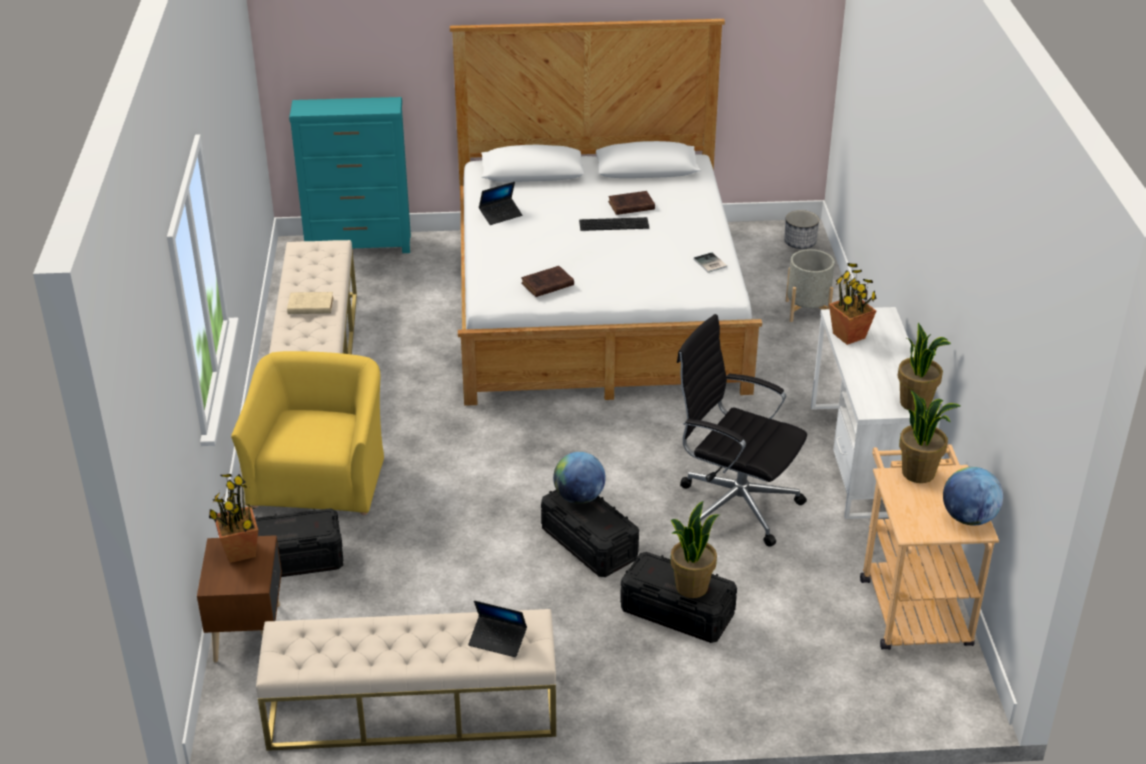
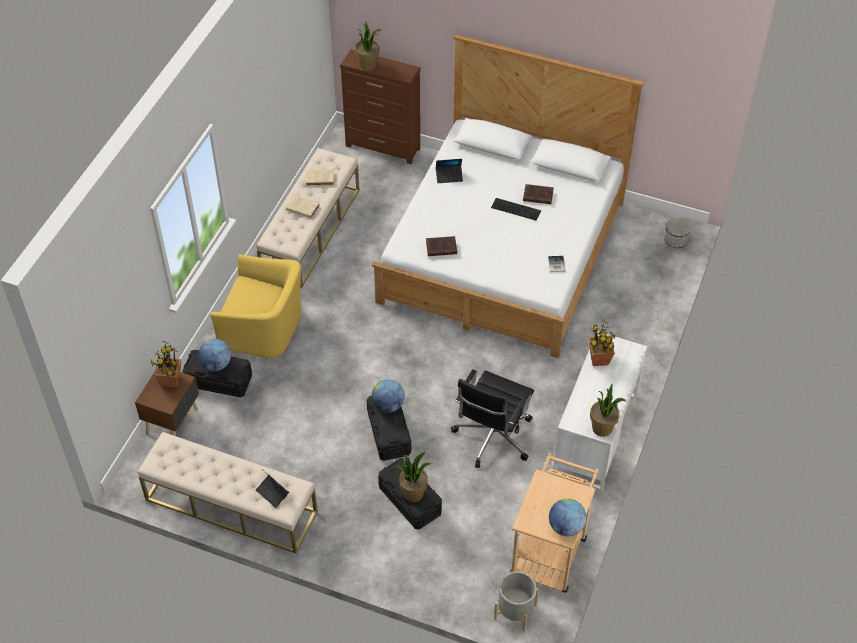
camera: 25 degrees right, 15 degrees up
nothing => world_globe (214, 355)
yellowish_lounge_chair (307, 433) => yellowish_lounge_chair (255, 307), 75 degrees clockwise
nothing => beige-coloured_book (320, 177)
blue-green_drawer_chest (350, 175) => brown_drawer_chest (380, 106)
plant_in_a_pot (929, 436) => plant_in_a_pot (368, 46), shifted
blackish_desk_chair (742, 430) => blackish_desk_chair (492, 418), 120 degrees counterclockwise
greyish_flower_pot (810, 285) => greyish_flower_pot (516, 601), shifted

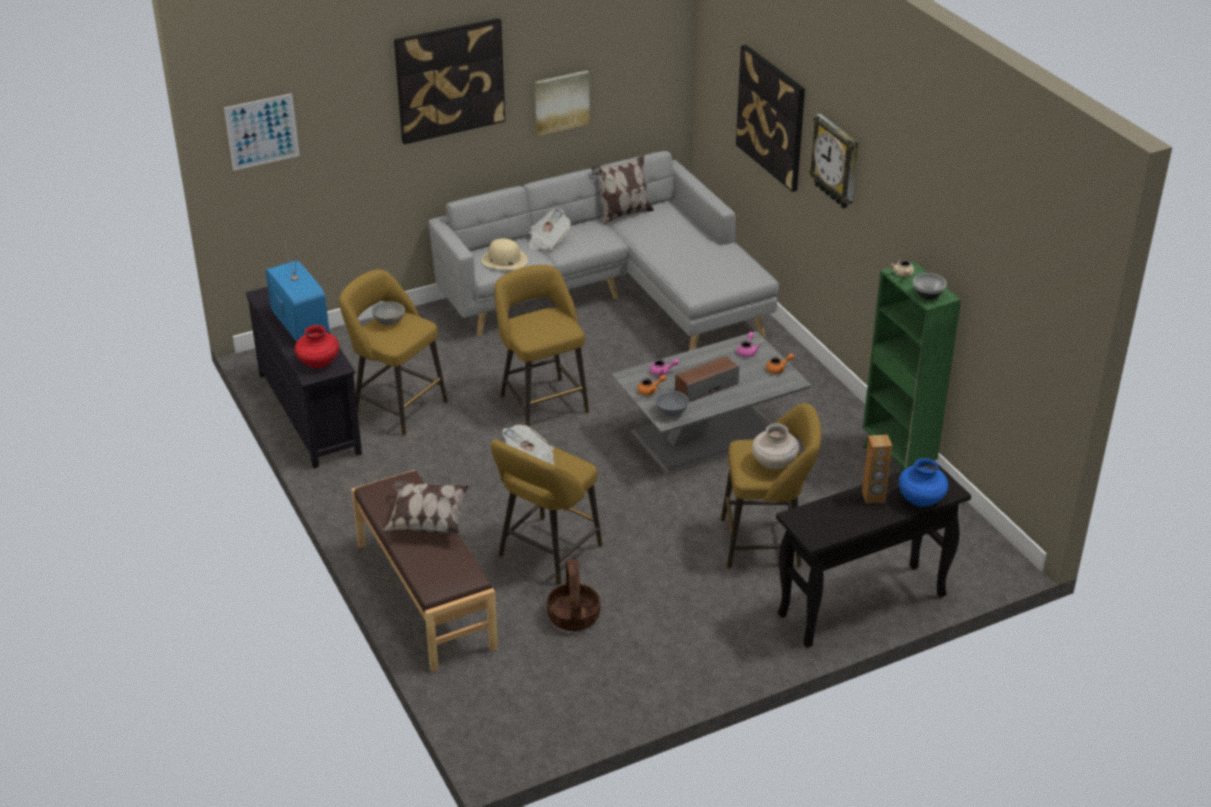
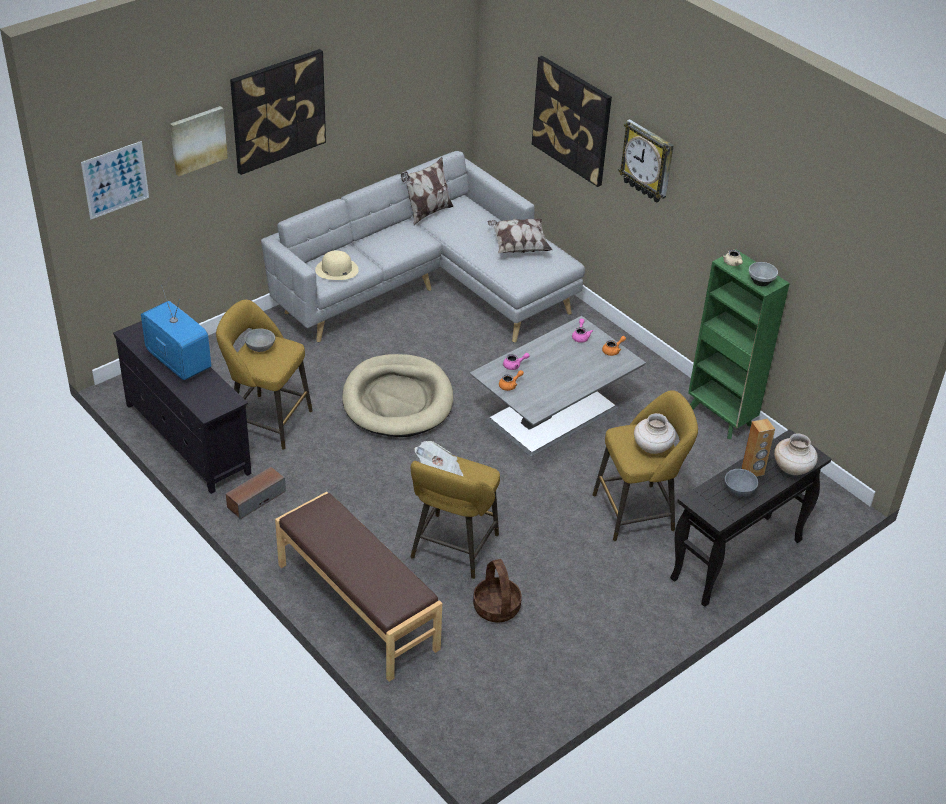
camera: 15 degrees left, 5 degrees up
picture (562, 103) => picture (199, 141), shifted
loudspeaker (707, 379) => loudspeaker (256, 493), shifted
yellowish_sitting_stool (541, 346) => beige-coloured_pet_bed (397, 395)
pillow (426, 507) => pillow (520, 236), shifted
greyish_serving_bowl (672, 403) => greyish_serving_bowl (741, 482), shifted
blue-coloured_flower_vase (923, 482) => beige-coloured_flower_vase (796, 454)
red-coloured_flower_vase (317, 346) => nothing
daily_paper (549, 228) => nothing

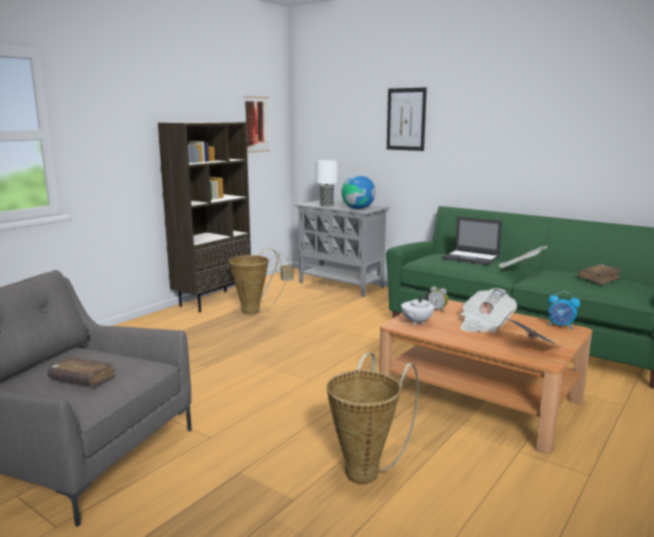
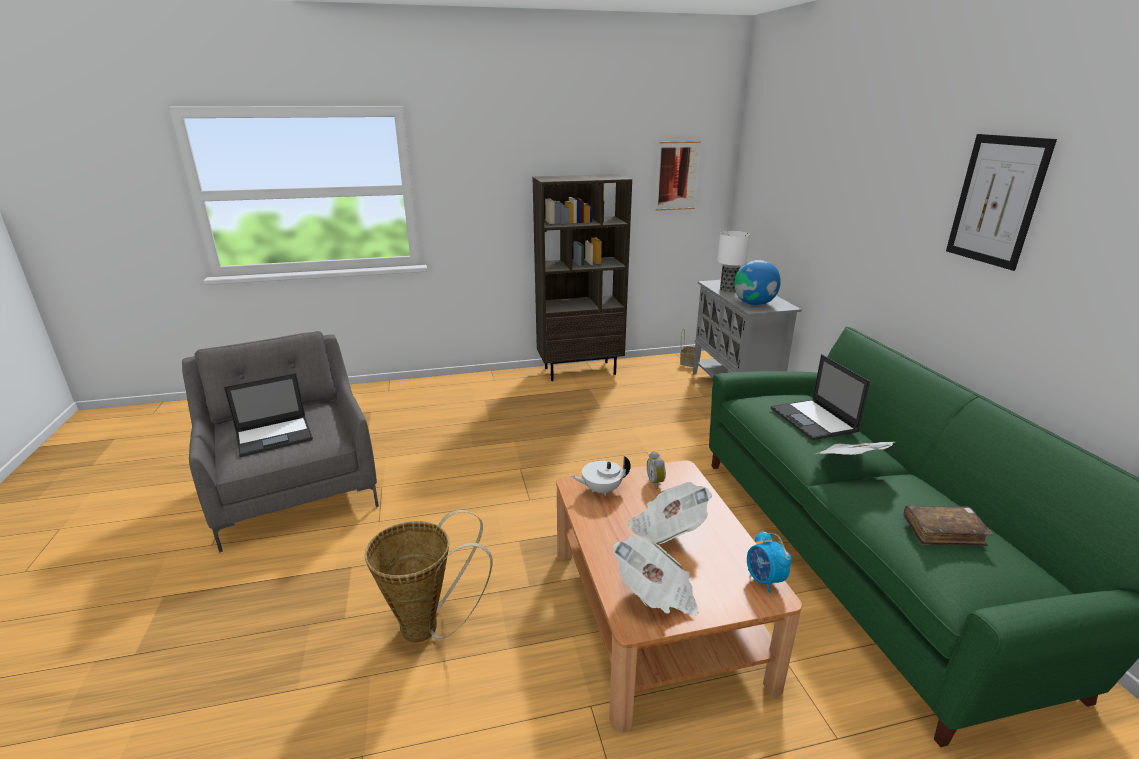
camera: 40 degrees right, 10 degrees up
brown_book (81, 371) => portable_computer (268, 415)
picture (407, 119) => picture (1001, 202), shifted
storage_basket (259, 281) => nothing

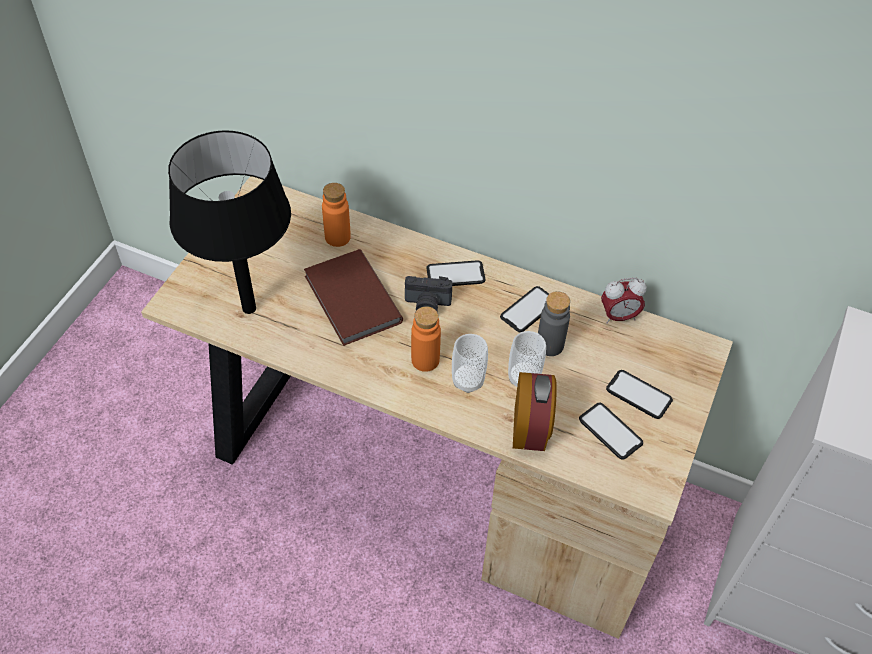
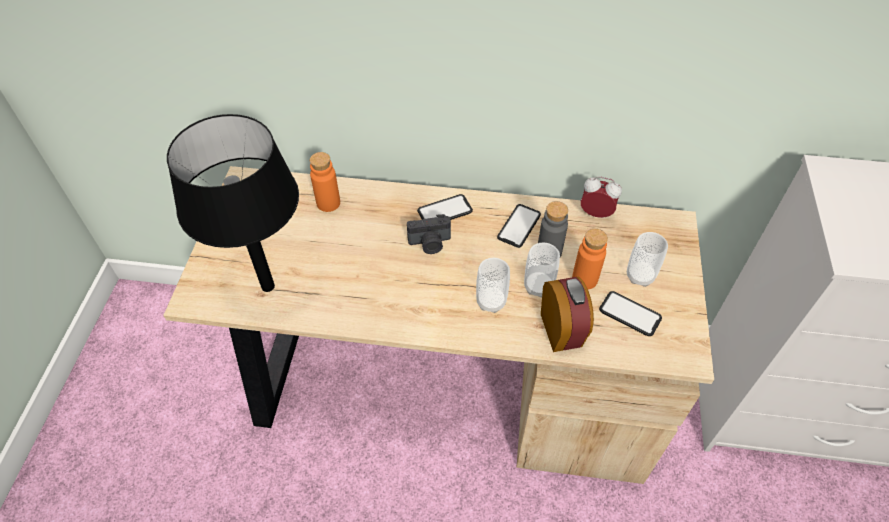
camera: 15 degrees left, 0 degrees up
orange_beverage_bottle (426, 339) => orange_beverage_bottle (590, 259), shifted
alarm_clock (624, 301) => alarm_clock (601, 197), 135 degrees counterclockwise
phone (639, 394) => cup (647, 259)
brown_book (353, 297) => nothing

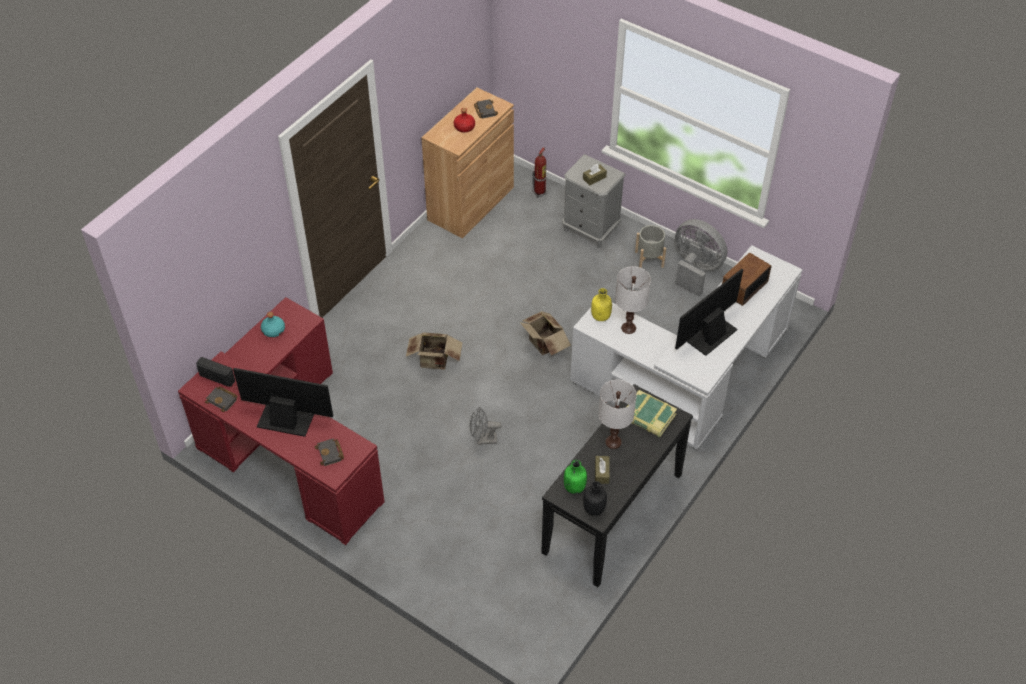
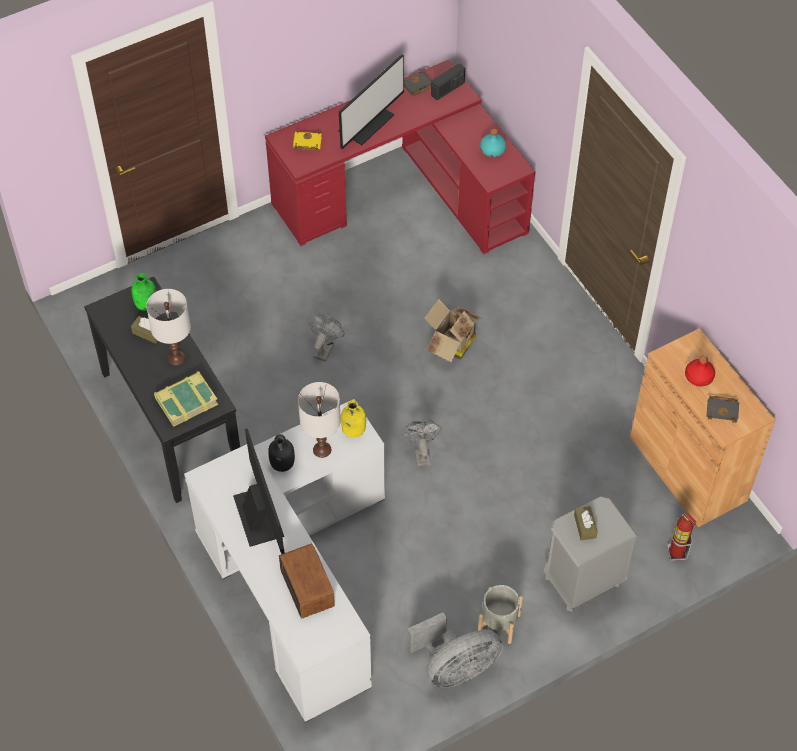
camera: 115 degrees right, 5 degrees up
blackish_beverage_bottle (595, 498) => blackish_beverage_bottle (281, 453), shifted
blackish_book (329, 452) => yellowish_book (307, 141)
cardboard_box (545, 333) => greyish_cooling_fan (421, 442)

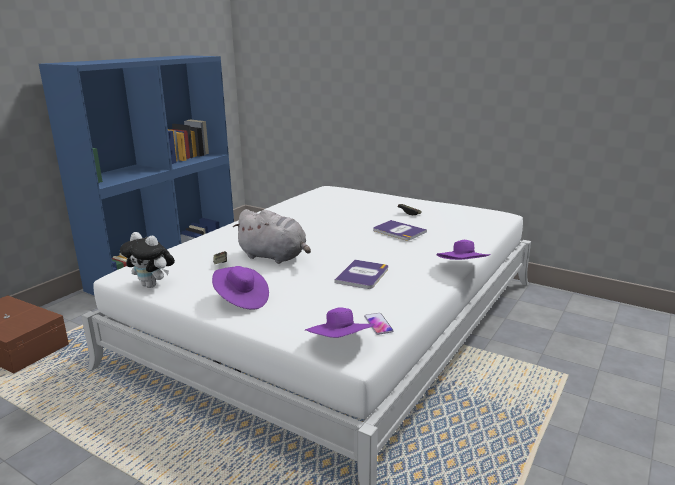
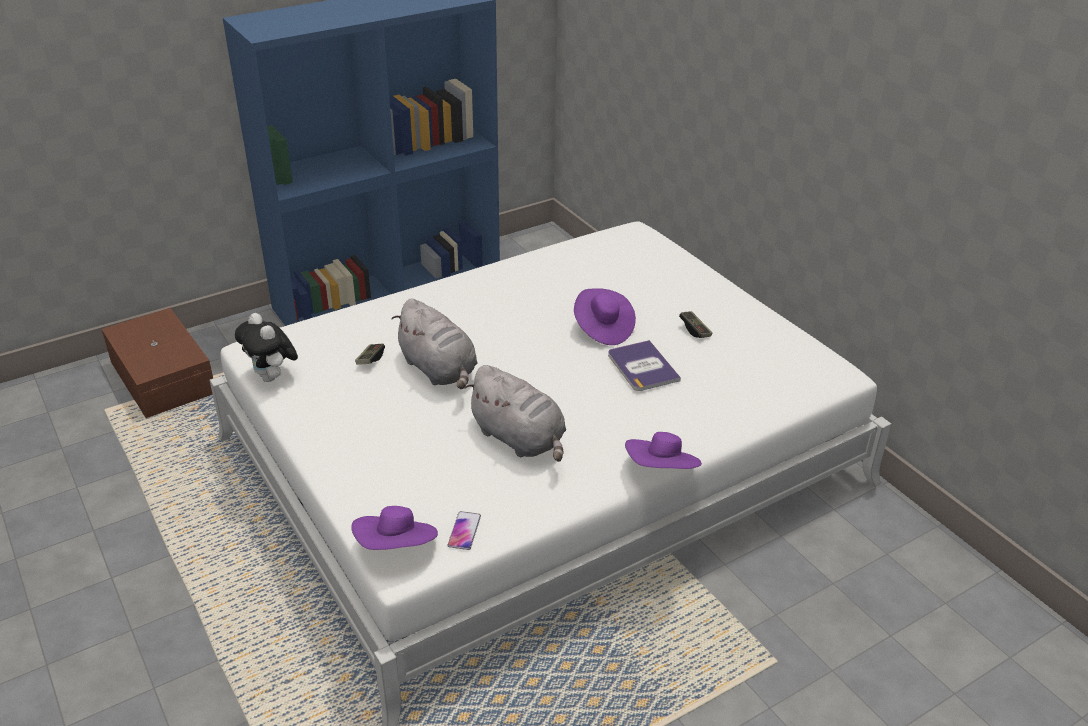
camera: 25 degrees right, 15 degrees up
book (361, 274) => greyish_plush_toy (515, 413)
purple_clothing_hat (240, 288) => purple_clothing_hat (605, 316), shifted

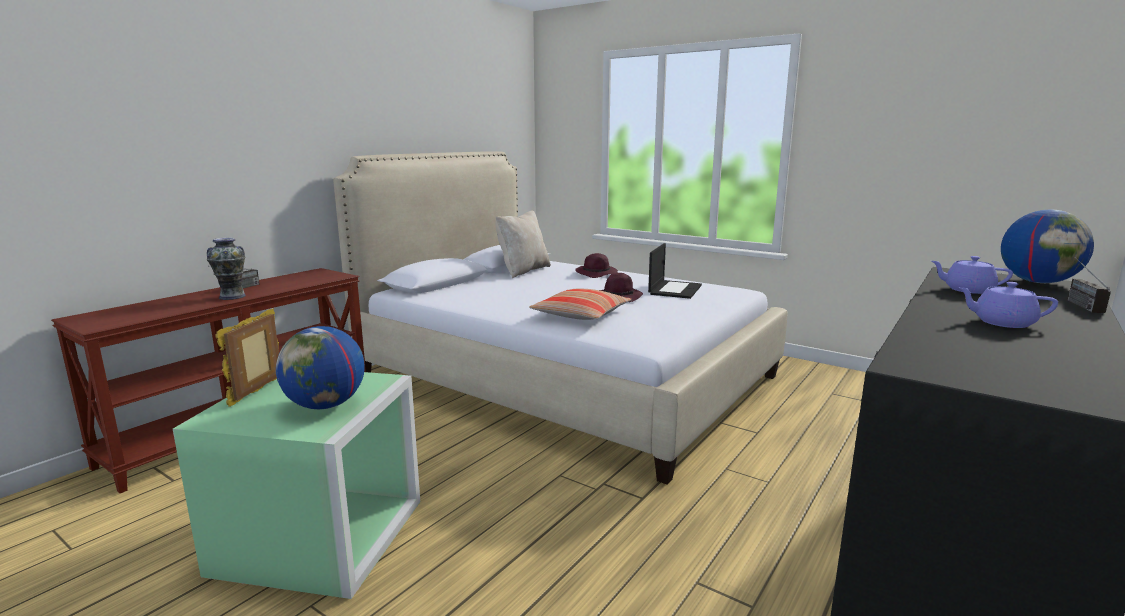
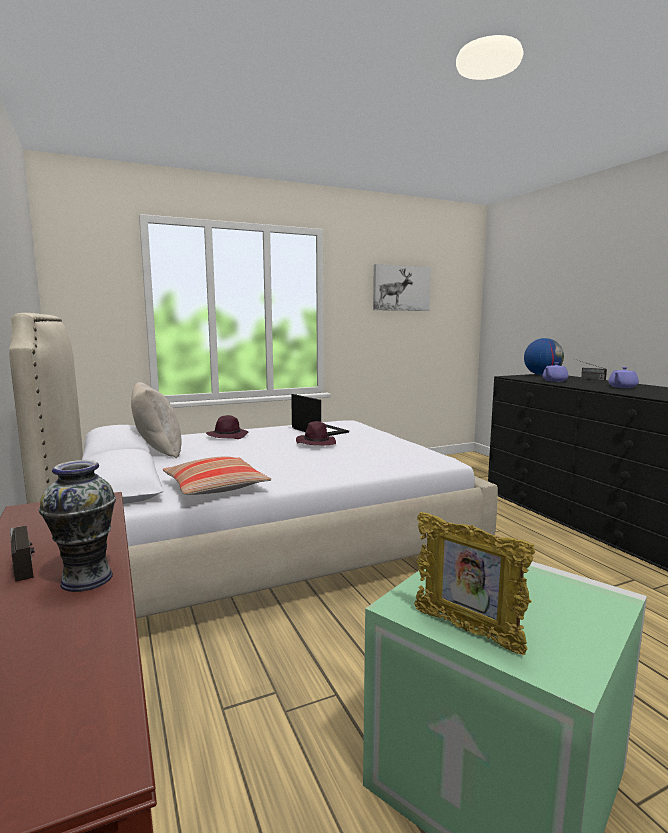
camera: 60 degrees left, 5 degrees down
pillow (580, 304) => pillow (217, 476), shifted
nothing => picture (402, 287)
world_globe (320, 367) => nothing

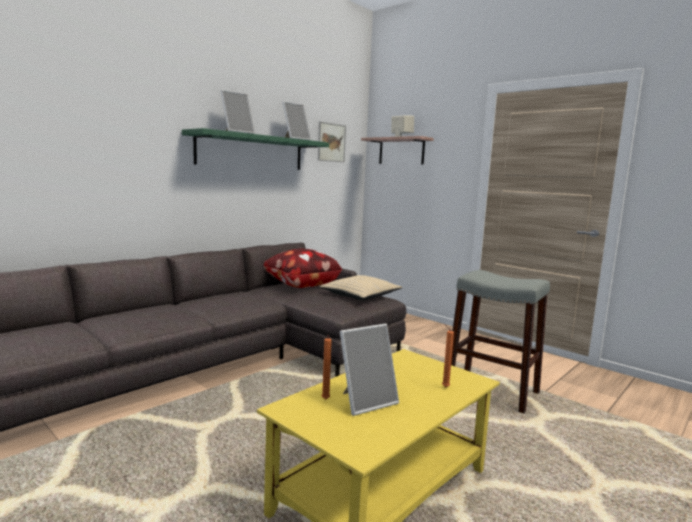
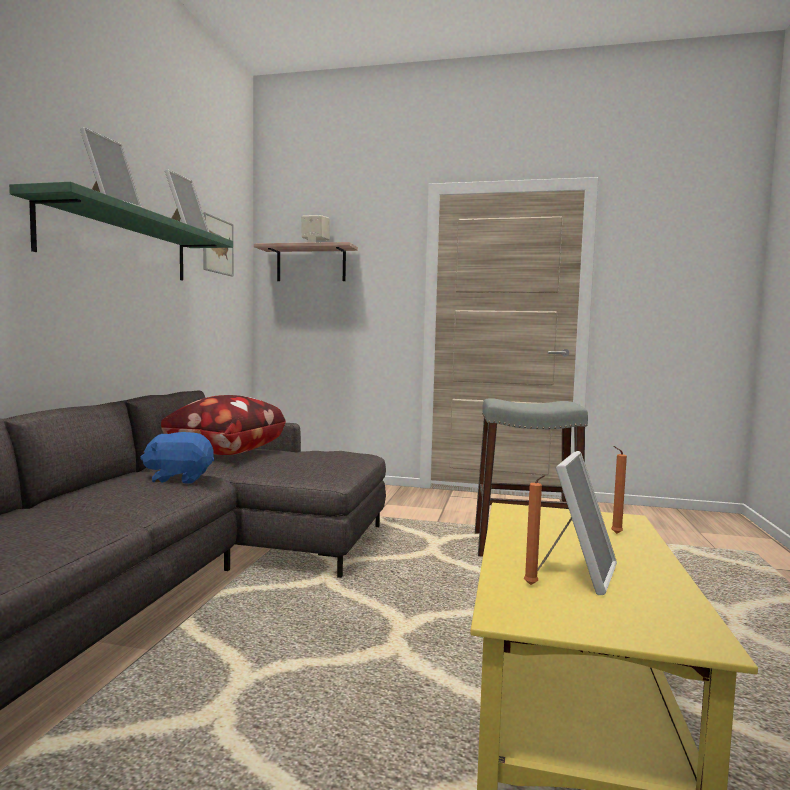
camera: 30 degrees left, 5 degrees down
nothing => blue-coloured_plush_toy (177, 458)
beige-coloured_pillow (360, 287) => nothing

